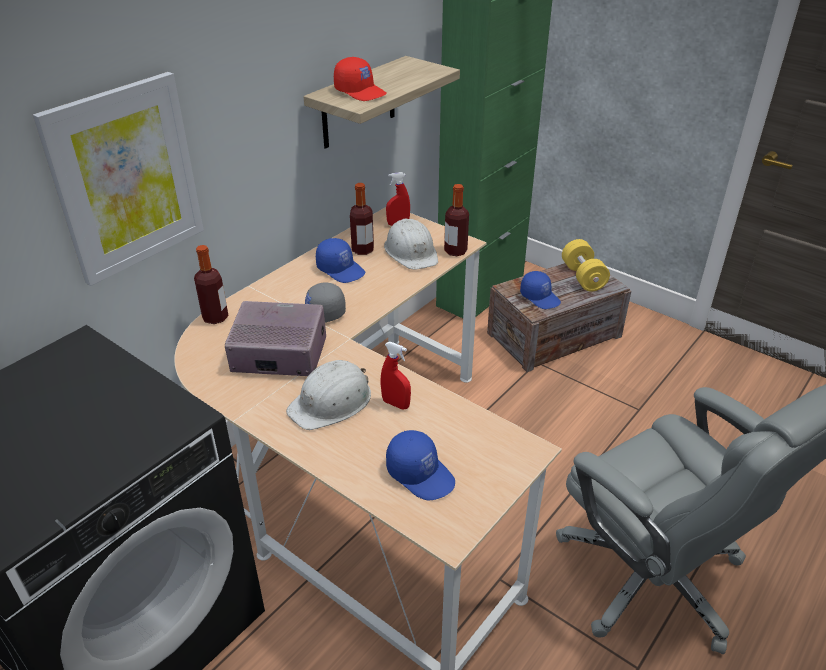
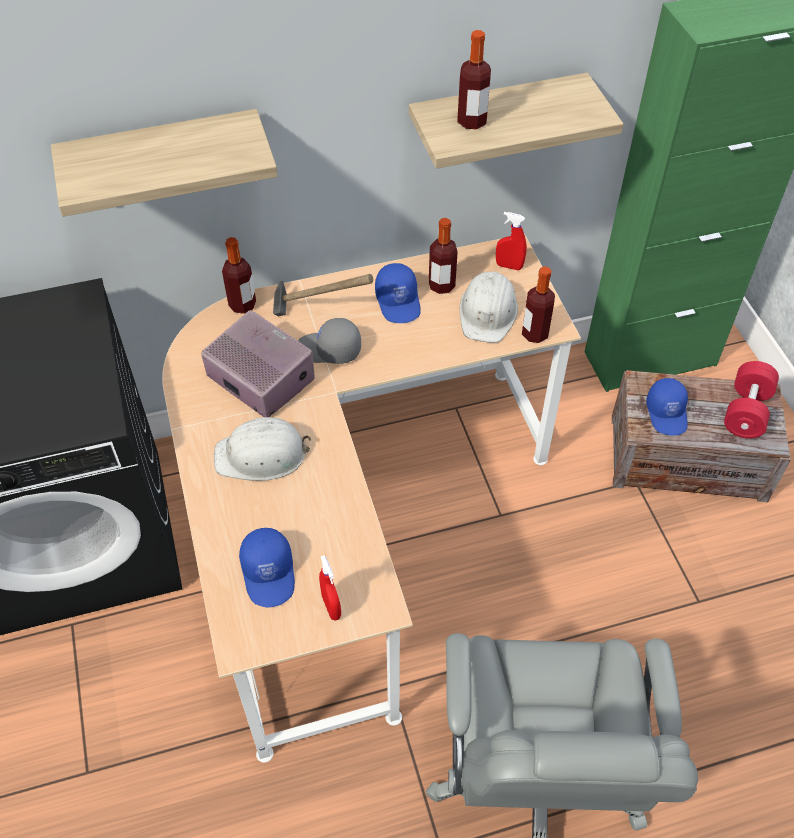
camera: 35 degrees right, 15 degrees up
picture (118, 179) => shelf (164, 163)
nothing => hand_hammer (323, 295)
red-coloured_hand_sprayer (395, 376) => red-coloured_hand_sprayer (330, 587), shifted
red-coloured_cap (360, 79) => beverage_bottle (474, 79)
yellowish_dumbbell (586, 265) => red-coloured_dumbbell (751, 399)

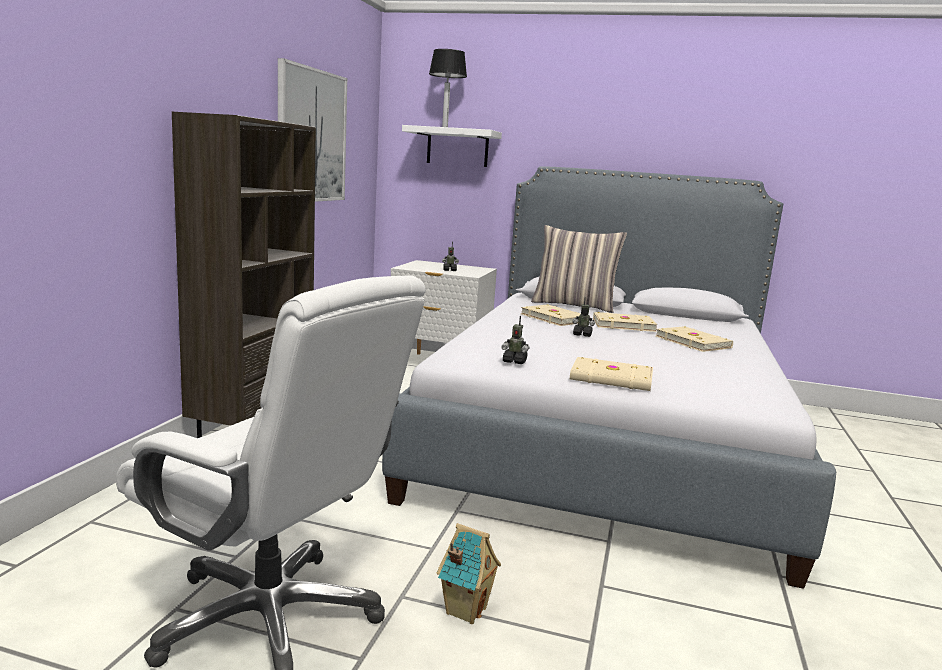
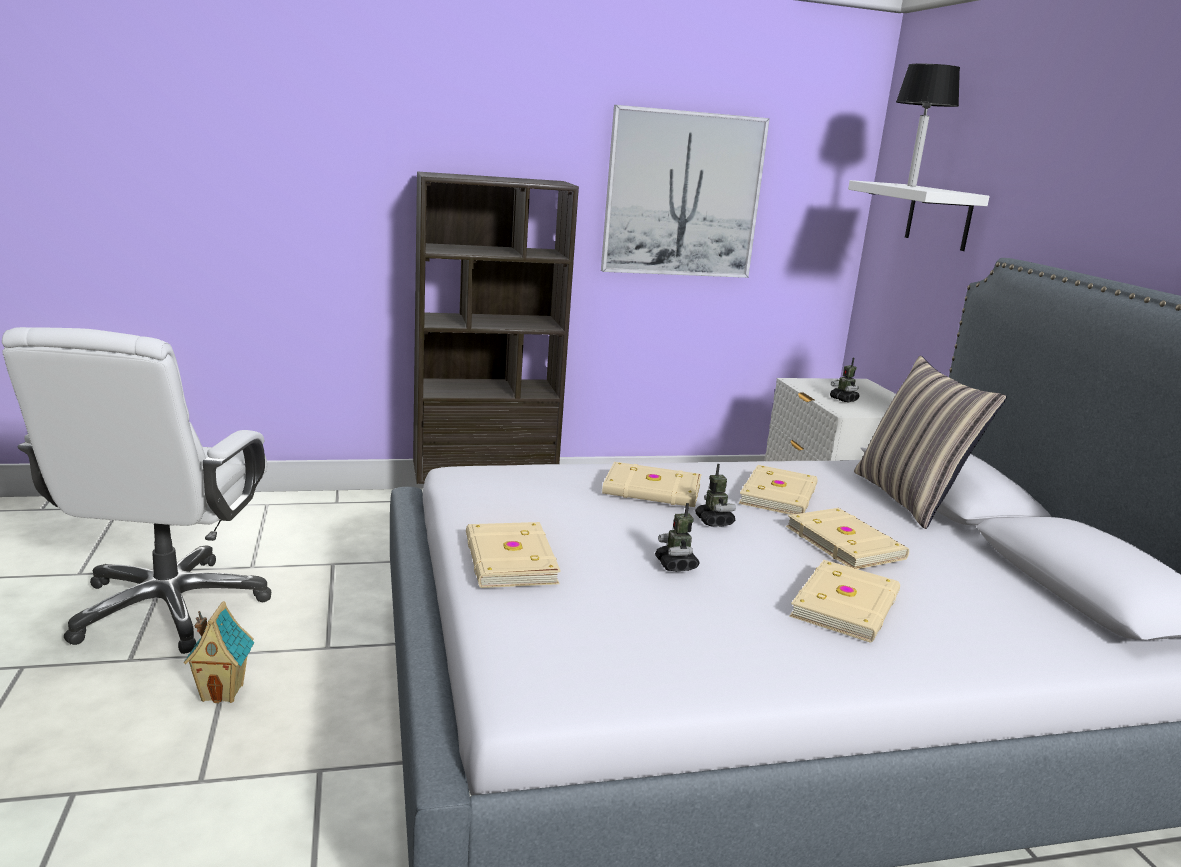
camera: 60 degrees right, 5 degrees up
nothing => beige-coloured_book (651, 484)
toy_robot (516, 340) => toy_robot (677, 537), shifted

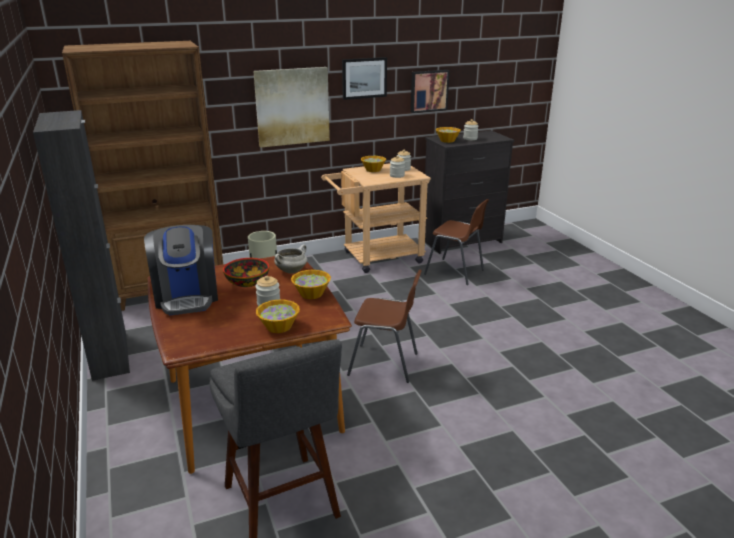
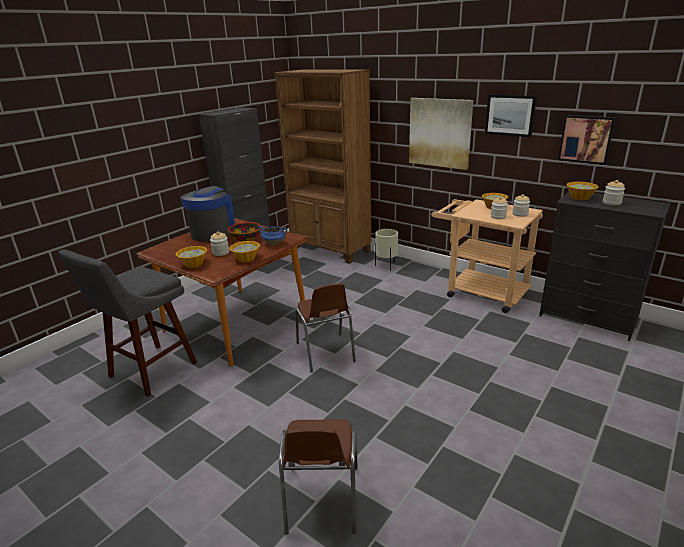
camera: 60 degrees right, 0 degrees up
coffee_brewer (181, 270) => coffee_brewer (207, 214), 150 degrees clockwise
whitish_saucepot (290, 259) => blue-coloured_saucepot (272, 235)
brown_plain_chair (456, 242) => brown_plain_chair (318, 477), shifted

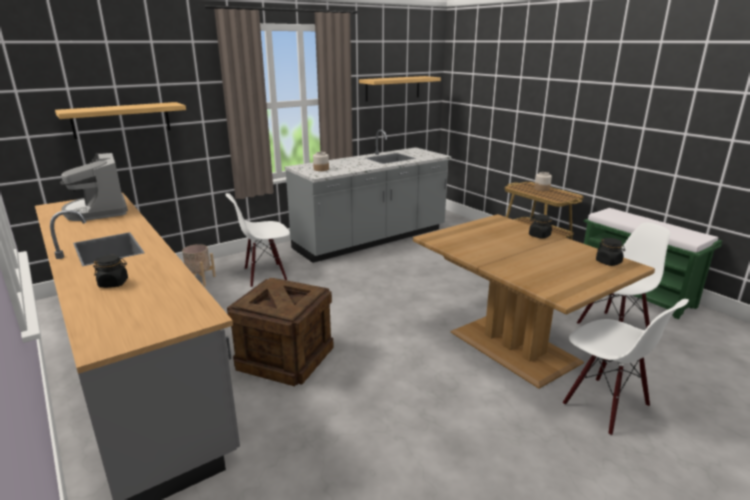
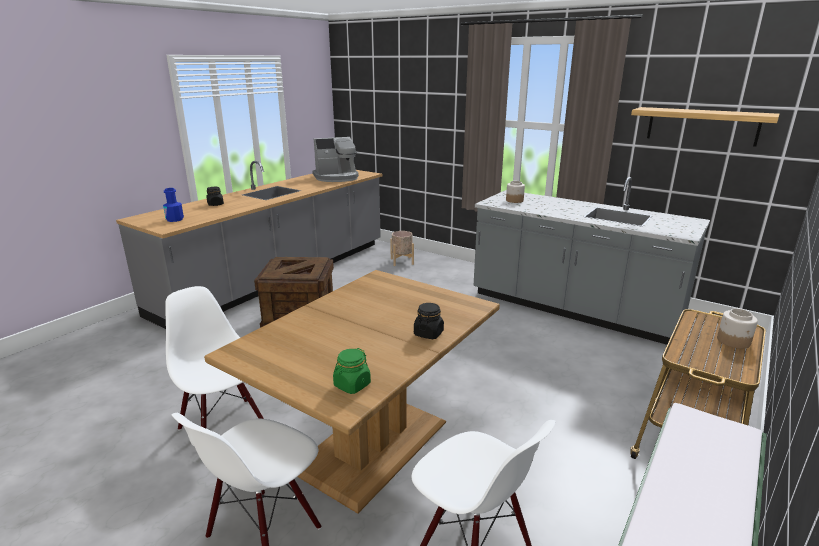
camera: 70 degrees right, 0 degrees up
nothing => blue-coloured_beverage_bottle (173, 205)
whitish_plain_chair (257, 240) => whitish_plain_chair (214, 358), shifted
coffee_brewer (94, 187) => coffee_brewer (335, 159), 150 degrees counterclockwise
blackish_jar (610, 252) => green_jar (352, 371)
shelf (120, 120) => nothing

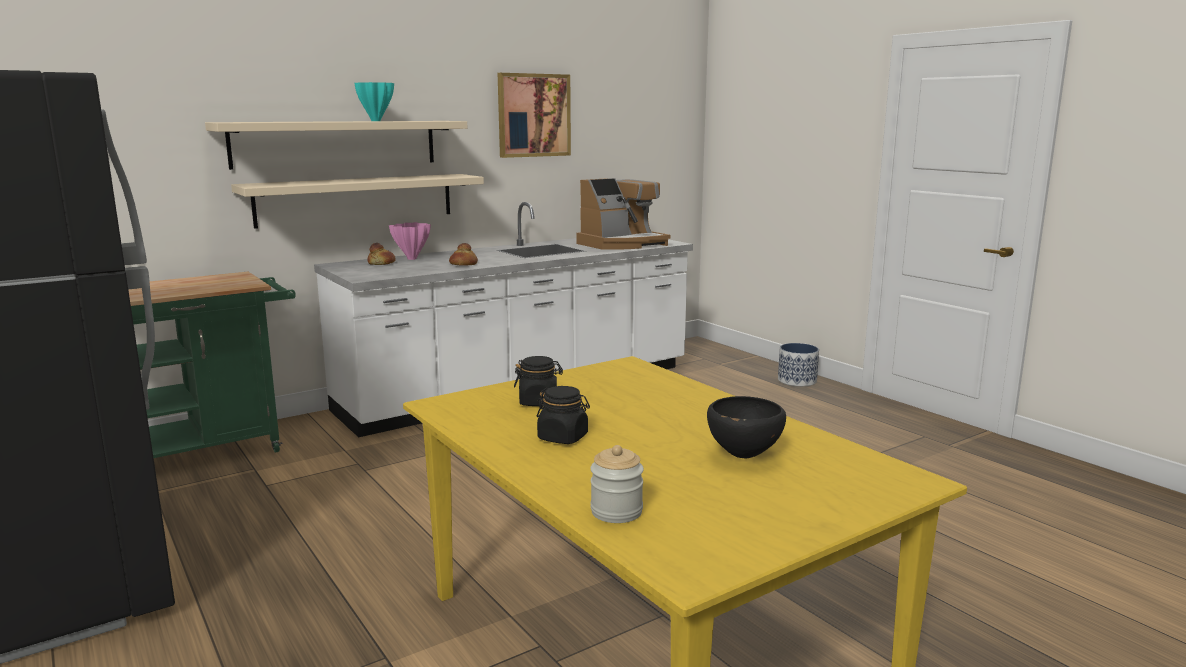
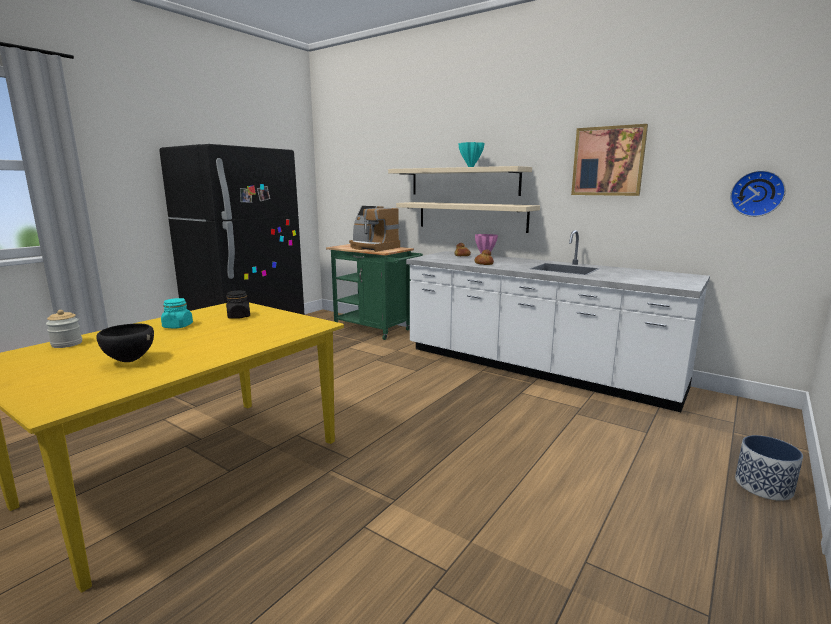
camera: 70 degrees right, 0 degrees up
blackish_jar (563, 415) => blue-green_jar (177, 313)
coffee_brewer (624, 214) => coffee_brewer (374, 229), shifted
nothing => hanging_clock (758, 193)

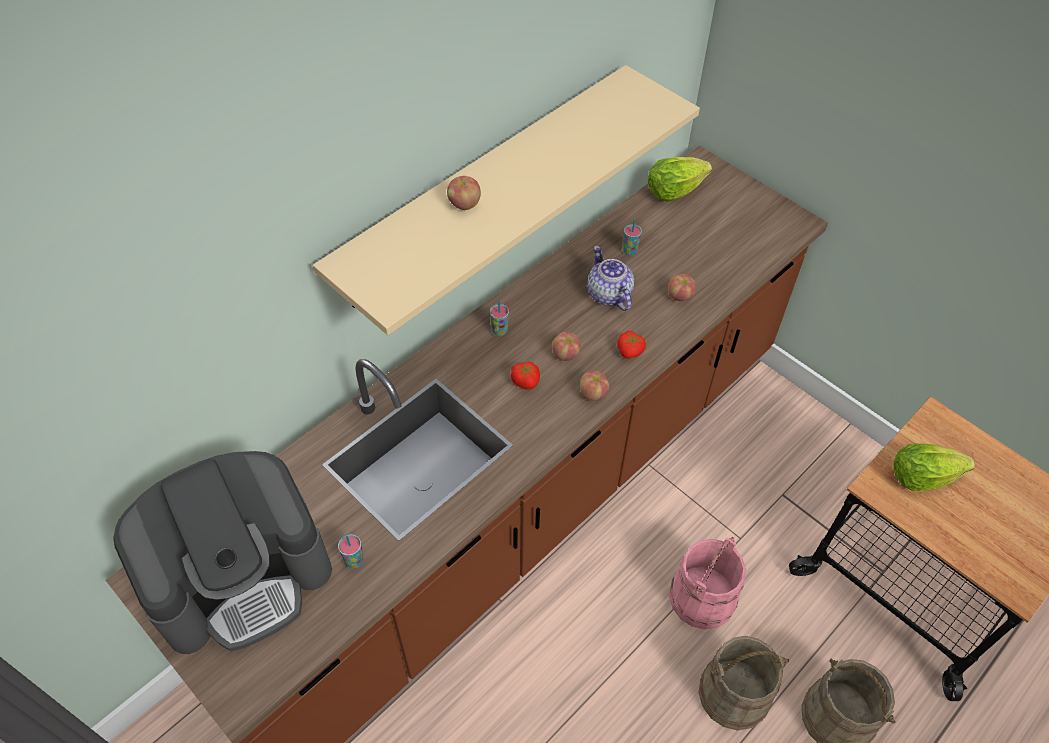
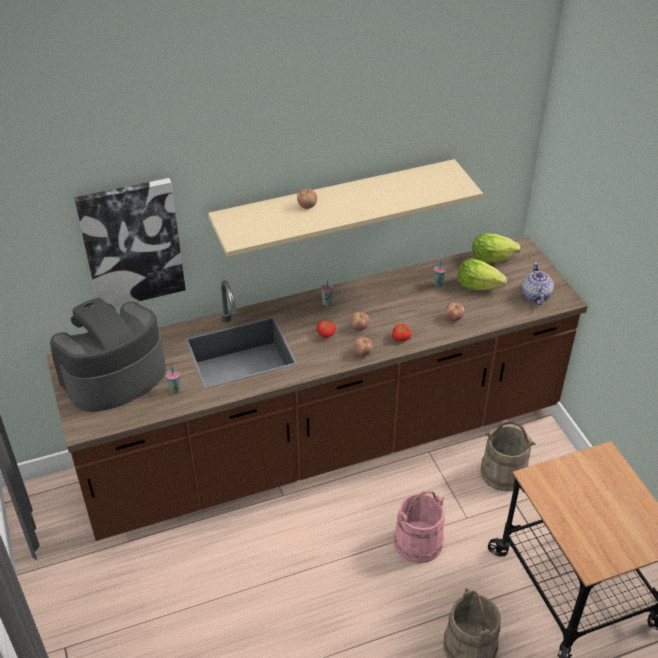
camera: 25 degrees right, 10 degrees down
coffee_brewer (222, 552) => coffee_brewer (108, 355), 150 degrees clockwise
nothing => picture (130, 242)
head_of_lettuce (934, 467) => head_of_lettuce (482, 274), shifted
beige-coloured_bucket (743, 683) => beige-coloured_bucket (508, 456), shifted
tea_pot (610, 278) => tea_pot (538, 283), shifted

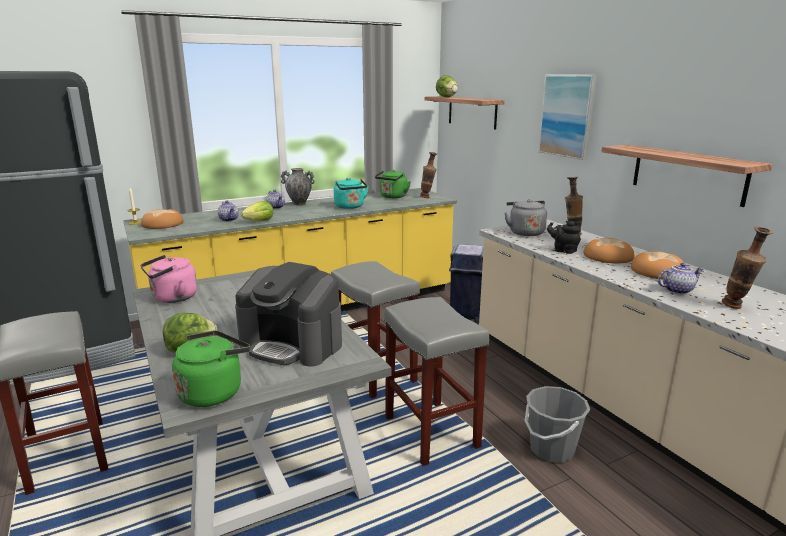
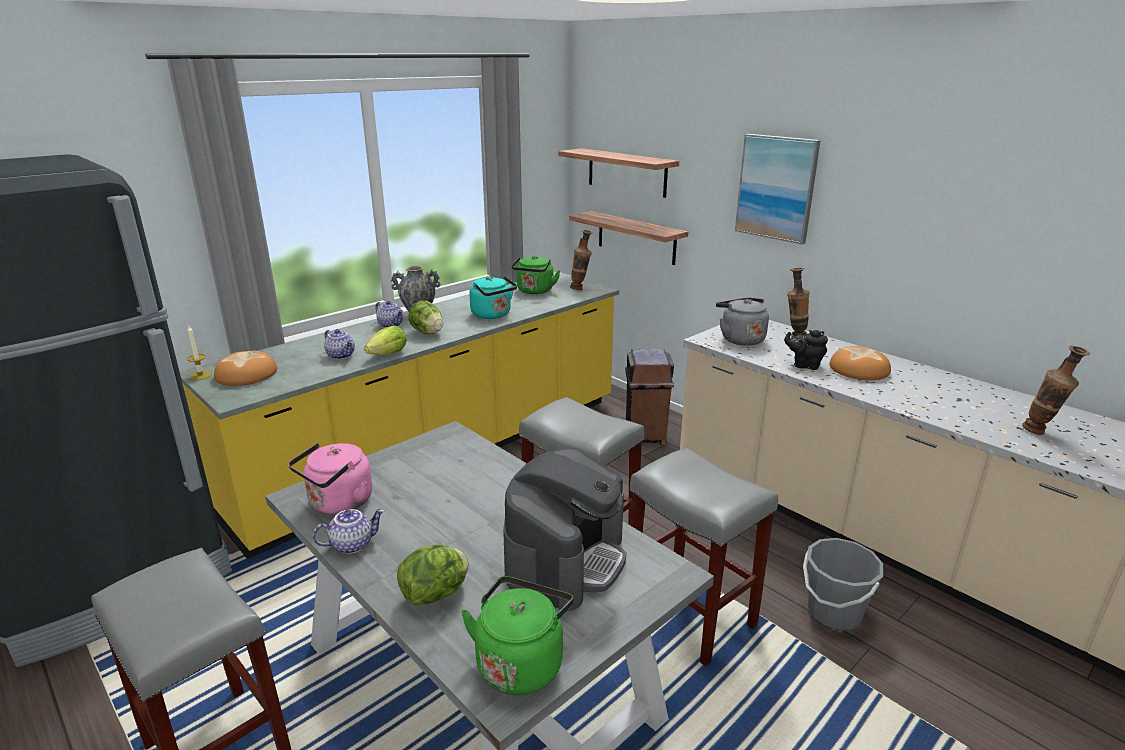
camera: 15 degrees left, 5 degrees up
tea_pot (681, 278) => tea_pot (349, 531), shifted
head_of_lettuce (447, 86) => head_of_lettuce (425, 317), shifted
coffee_brewer (288, 314) => coffee_brewer (564, 529), 75 degrees counterclockwise
shelf (687, 176) => shelf (628, 238), shifted
blue-coloured_rubbish_bin (466, 283) => brown_rubbish_bin (649, 397)
baked_bread (657, 265) => nothing

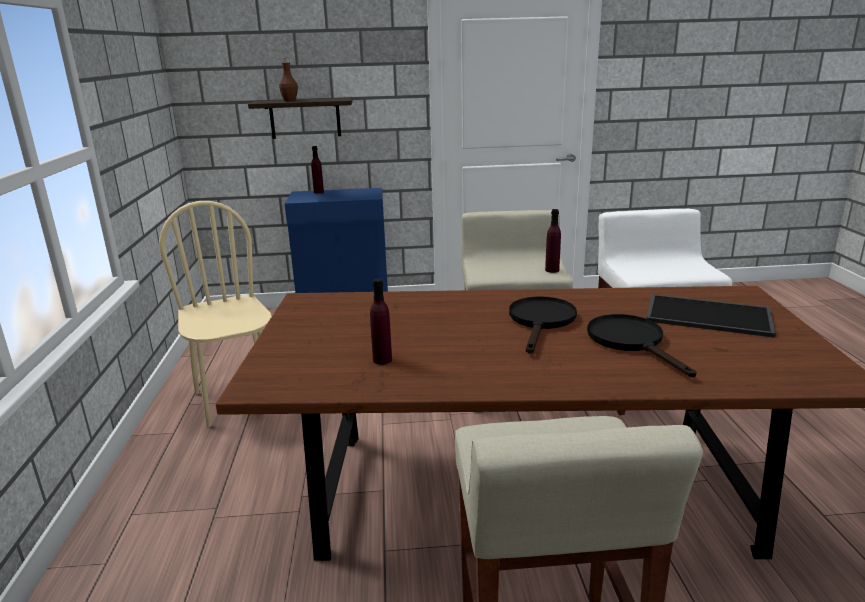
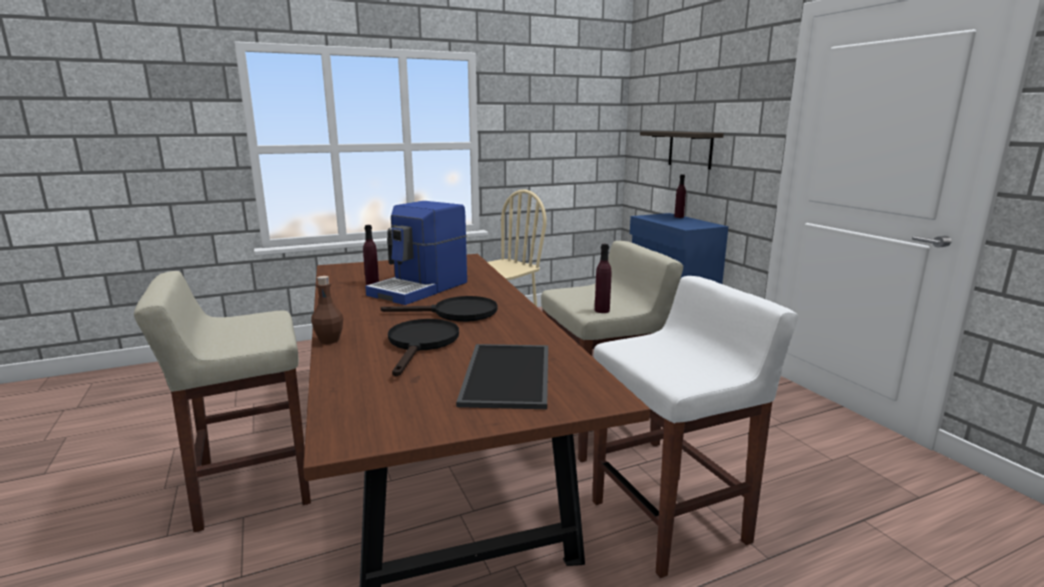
camera: 70 degrees right, 5 degrees down
brown_beverage_bottle (288, 79) => brown_beverage_bottle (327, 310), shifted
nothing => coffee_brewer (416, 253)
blackish_pan (642, 345) => blackish_pan (423, 347), 45 degrees counterclockwise

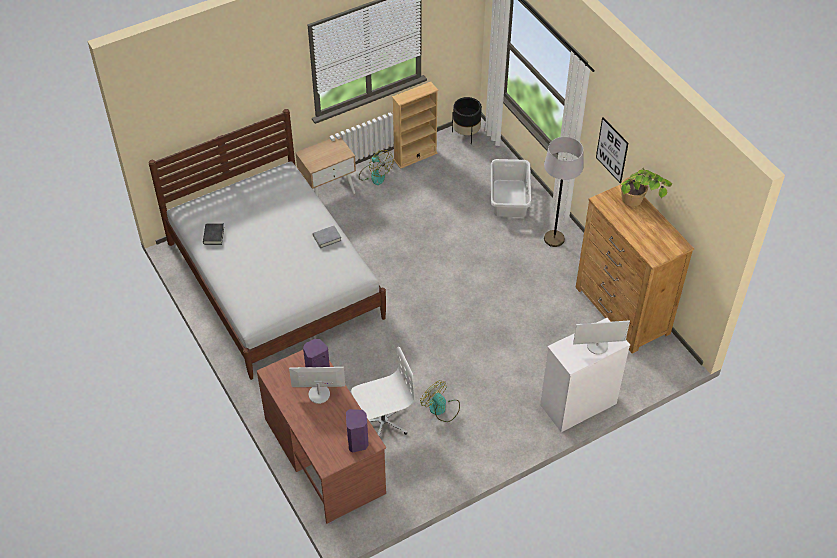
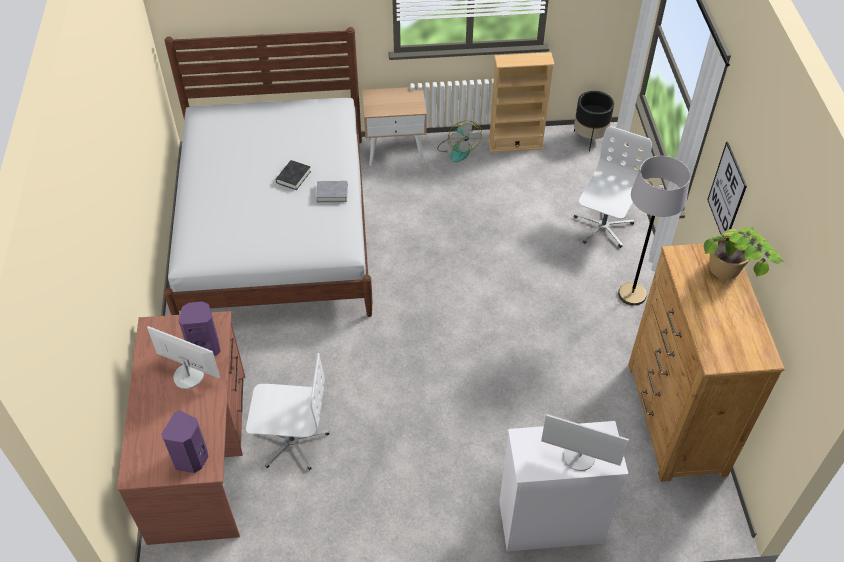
camera: 25 degrees right, 0 degrees up
blackish_book (213, 234) => blackish_book (293, 175), shifted
greyish_laundry_basket (511, 188) => whitish_desk_chair (613, 187)
cooling_fan (440, 401) => nothing

